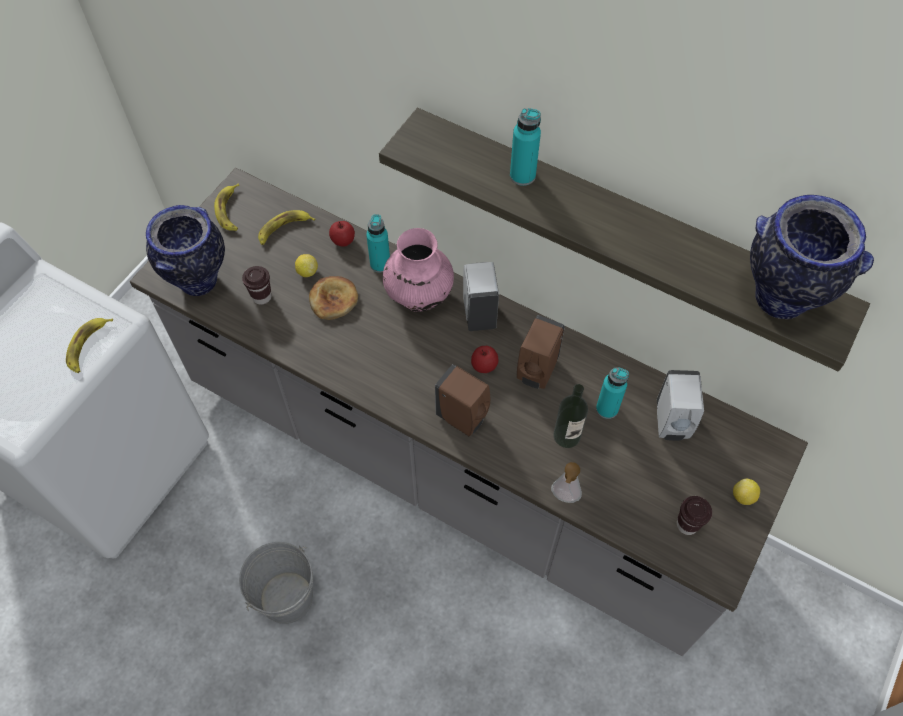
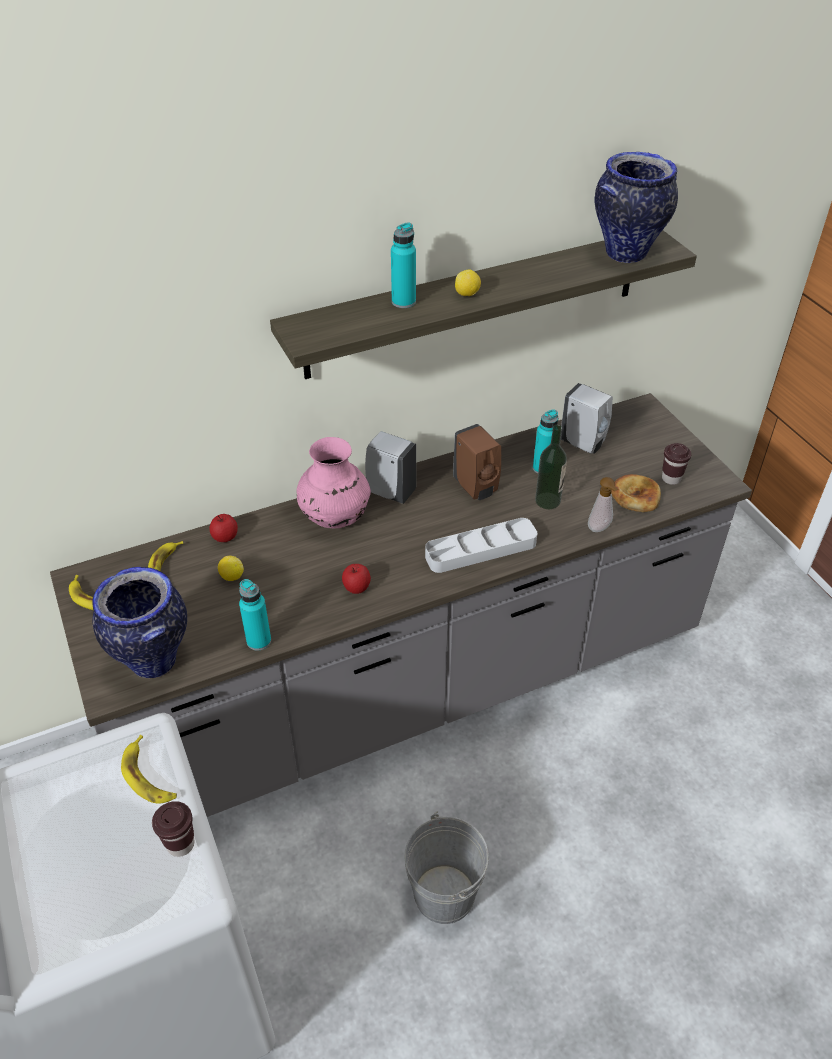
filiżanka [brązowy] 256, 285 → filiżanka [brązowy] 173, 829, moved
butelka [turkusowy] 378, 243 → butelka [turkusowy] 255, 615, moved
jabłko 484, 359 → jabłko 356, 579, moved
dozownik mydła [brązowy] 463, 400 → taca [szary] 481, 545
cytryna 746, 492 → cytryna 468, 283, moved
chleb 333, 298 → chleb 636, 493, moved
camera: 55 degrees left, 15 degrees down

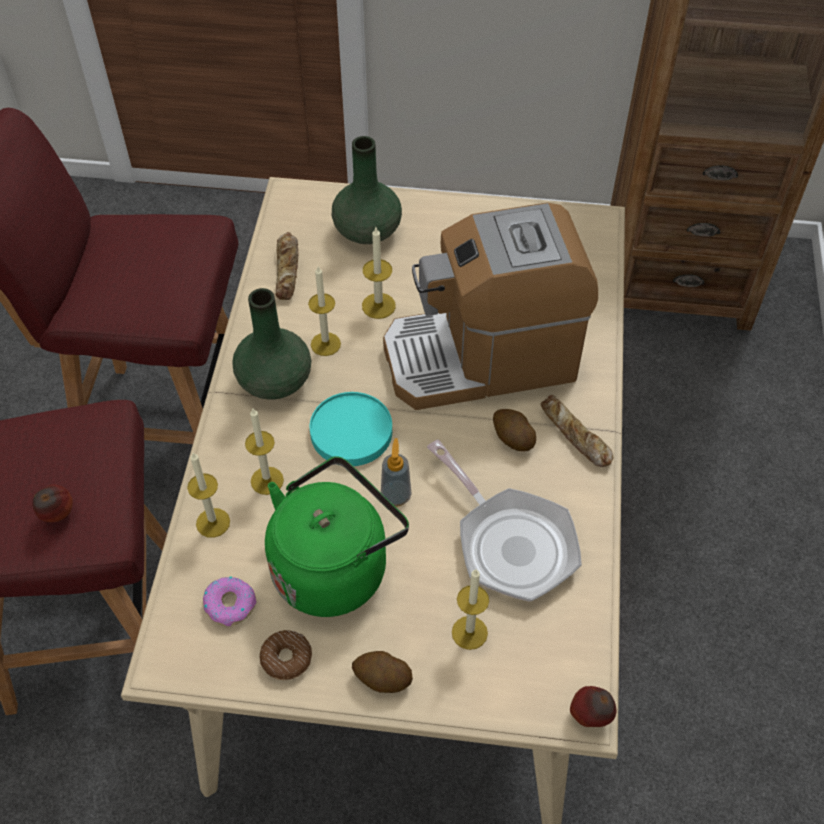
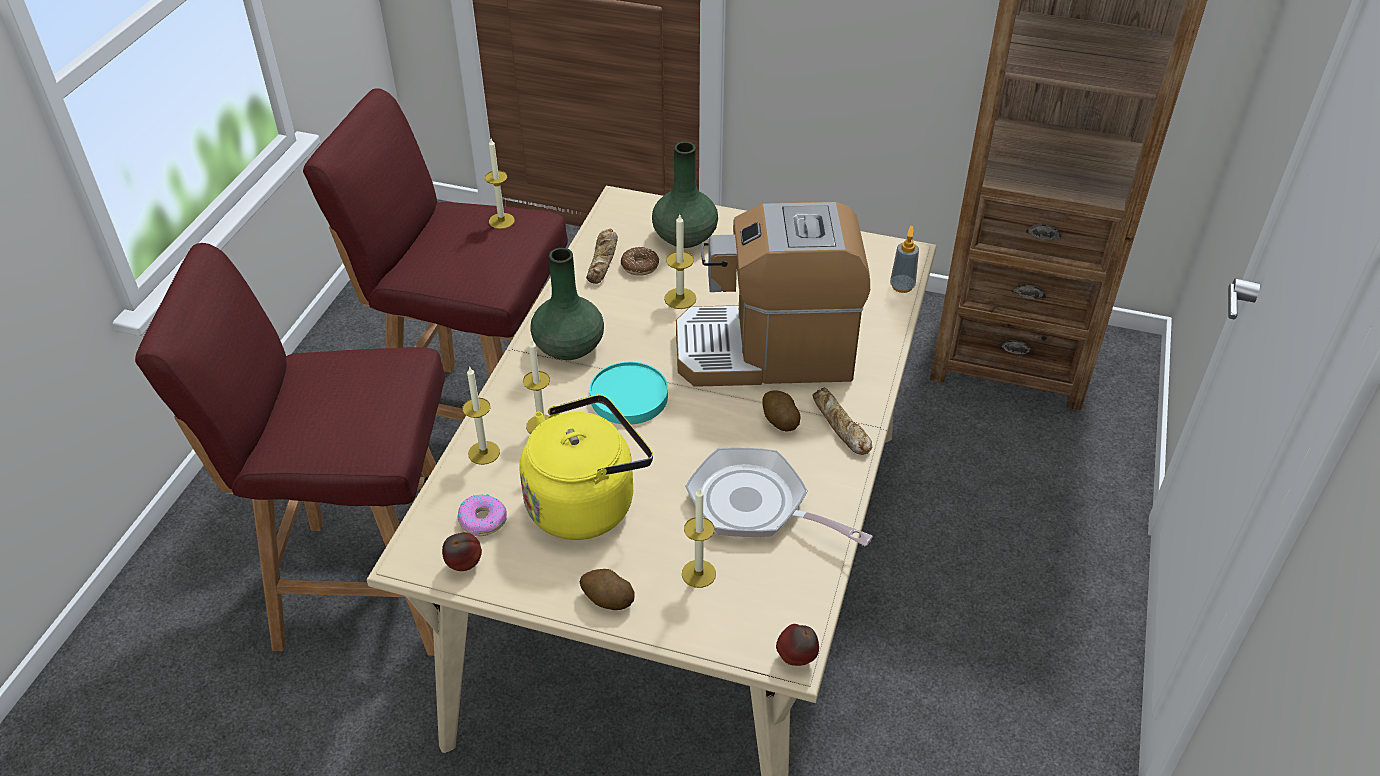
jabłko 52, 503 → jabłko 462, 551, moved
świeca 324, 311 → świeca 500, 184, moved
czajnik [zielony] 337, 536 → czajnik [żółty] 586, 467
donut 286, 655 → donut 640, 261, moved
patelnia 504, 521 → patelnia 779, 496, 150 degrees clockwise
dozownik mydła 396, 472 → dozownik mydła 904, 259, moved
camera: 10 degrees right, 10 degrees down

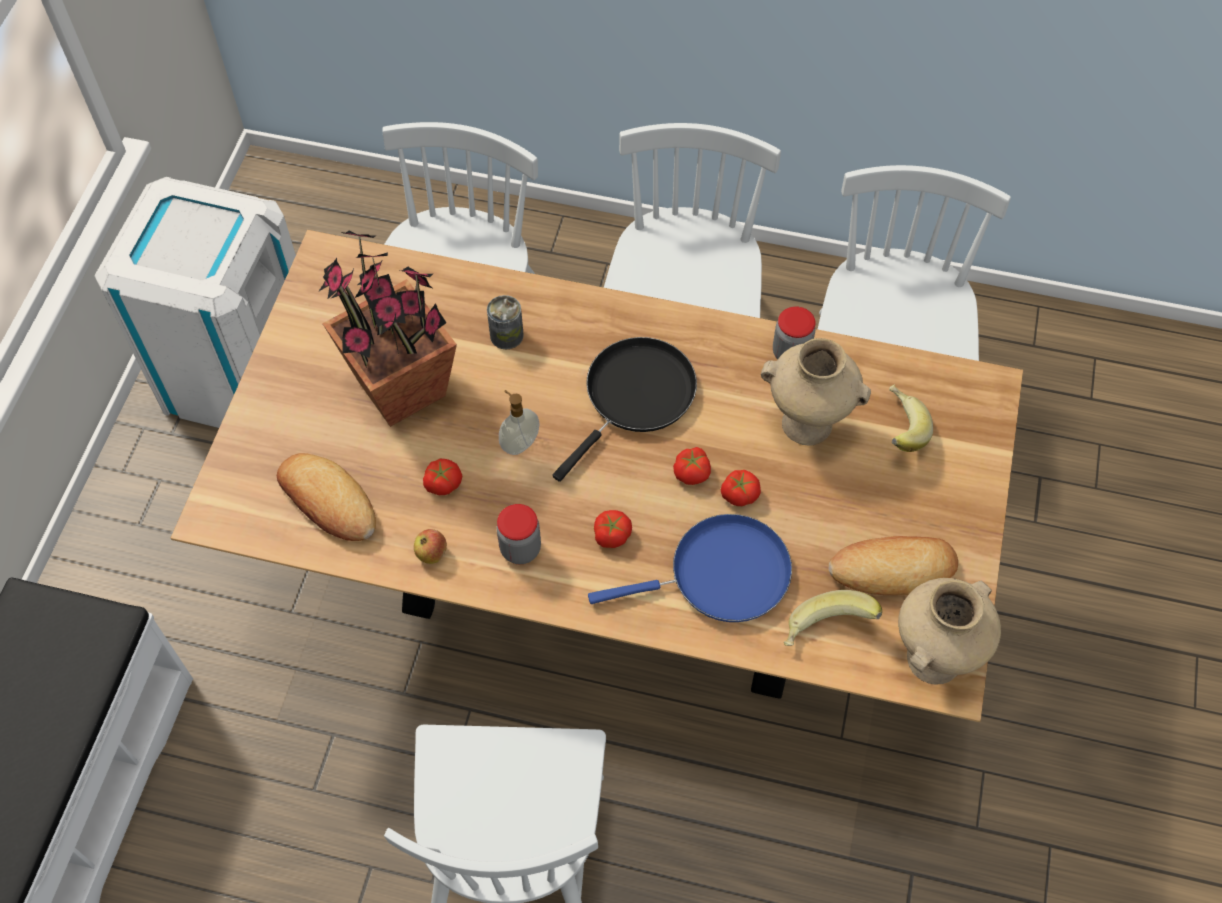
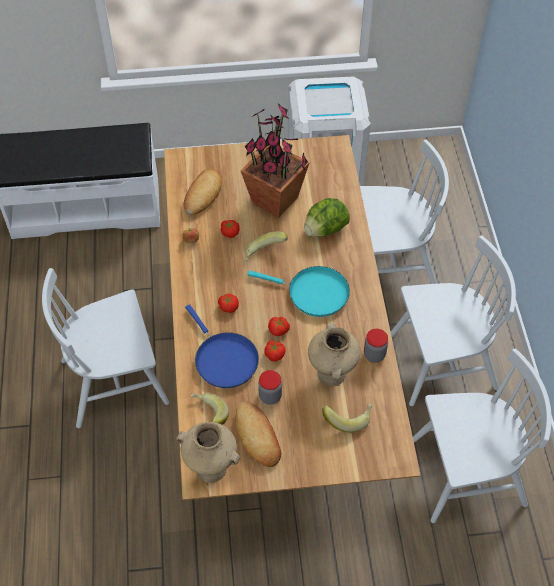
dozownik mydła 519, 422 → banan 266, 246
patelnia [czarny] 624, 409 → patelnia [turkusowy] 299, 291
słoik 519, 534 → słoik 270, 387, moved
puszka 505, 322 → sałata 327, 217
camera: 70 degrees right, 5 degrees down

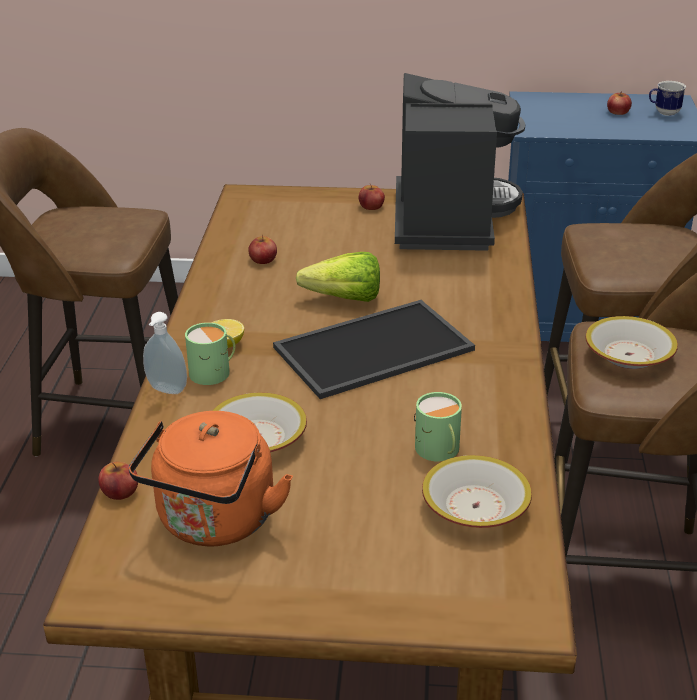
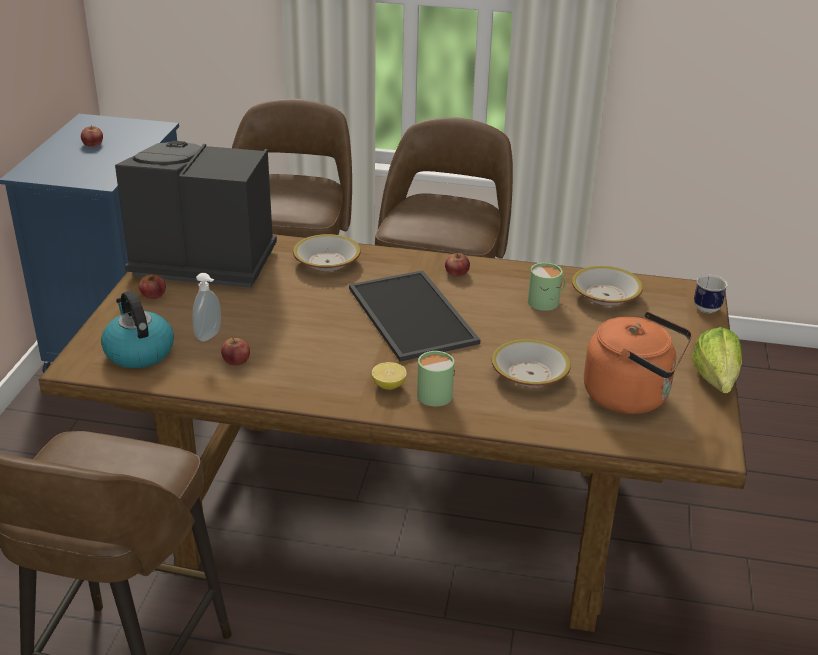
- → czajnik 137, 329
dozownik mydła 165, 353 → dozownik mydła 206, 307, moved
miska 631, 342 → miska 327, 253, moved
jabłko 118, 481 → jabłko 457, 265, moved
sałata 338, 277 → sałata 717, 360, moved
kubek 667, 98 → kubek 711, 294, moved
camera: 85 degrees left, 0 degrees up

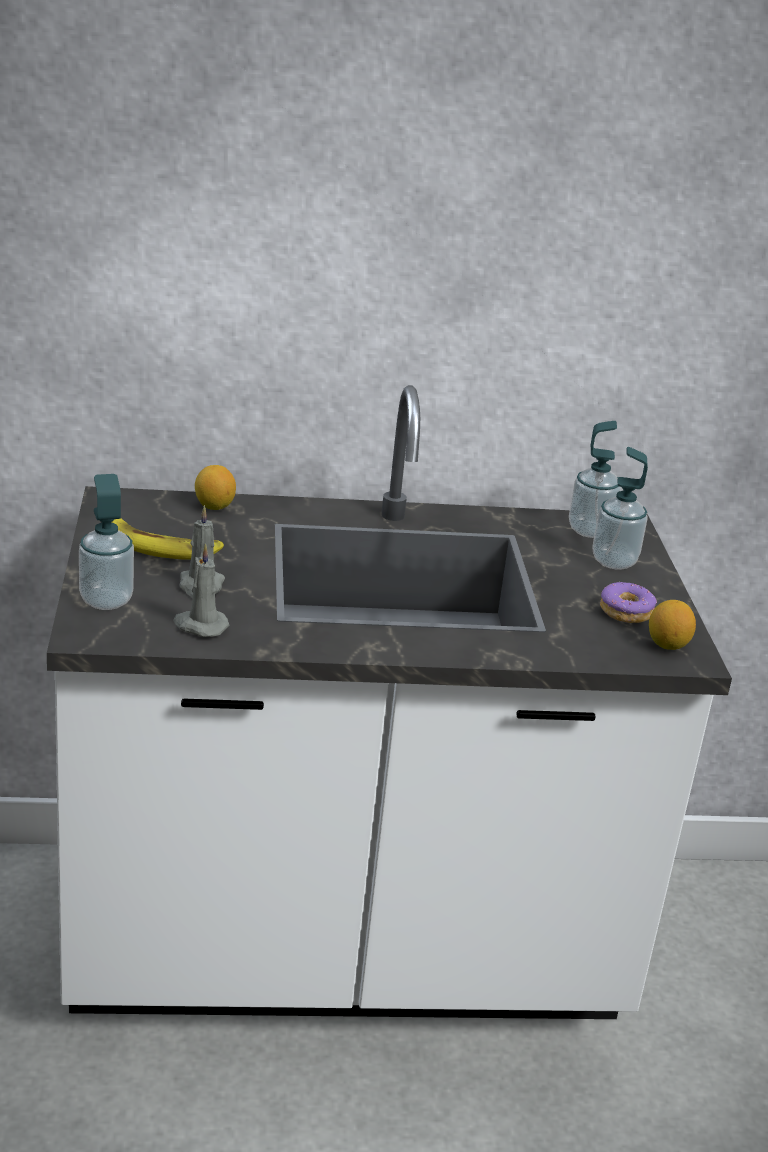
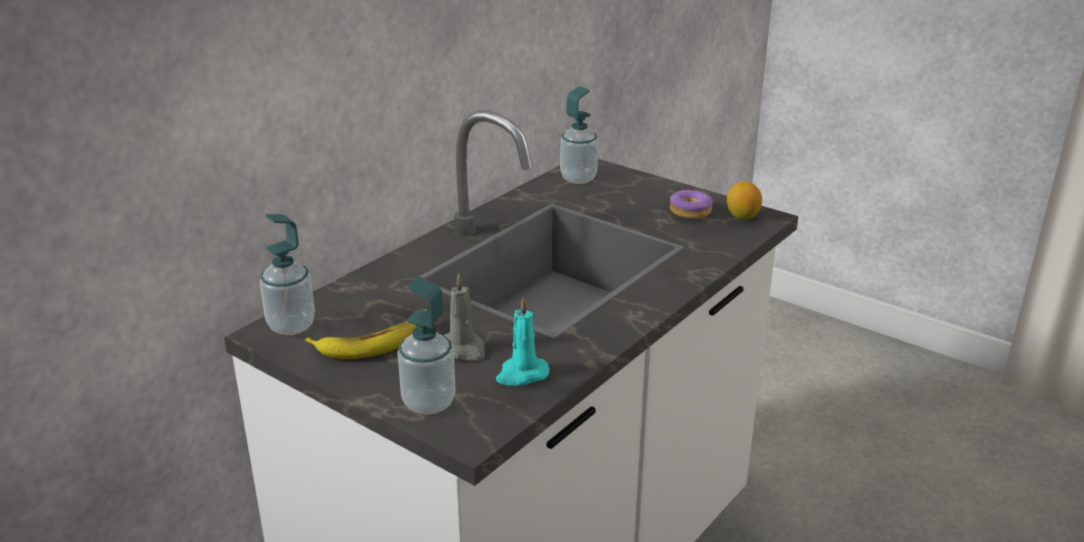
dozownik mydła 620, 508 → dozownik mydła 287, 274, moved
świeca [szary] 201, 590 → świeca [turkusowy] 523, 341
cytryna 215, 487 → -
camera: 45 degrees left, 0 degrees up

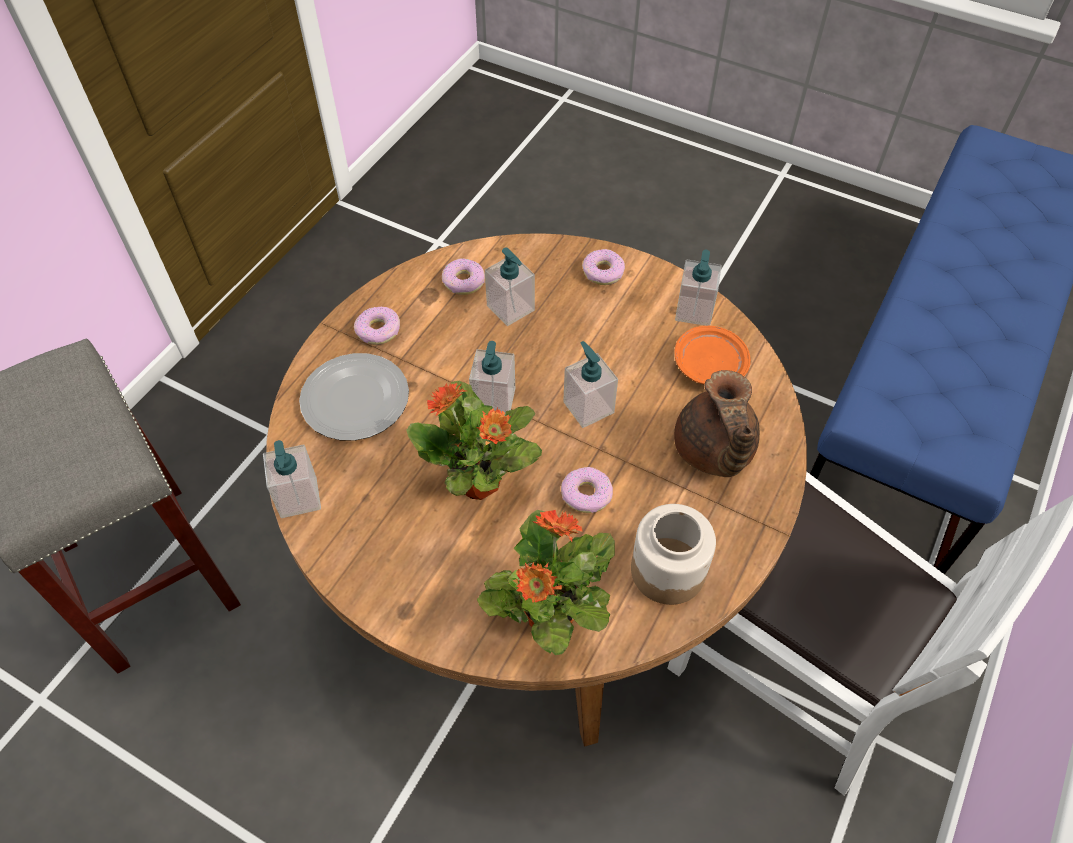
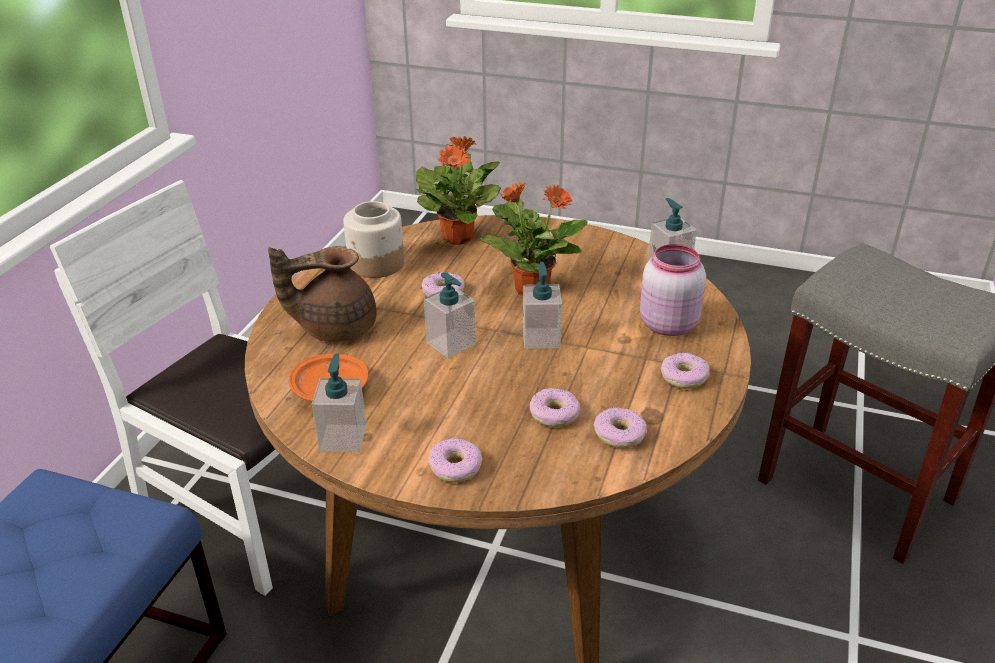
imbryk [brązowy] 717, 423 → imbryk [brązowy] 322, 294, 90 degrees counterclockwise
dozownik mydła 510, 287 → donut 555, 407
talerz 354, 397 → słoik [różowy] 673, 290
camera: 170 degrees right, 20 degrees down

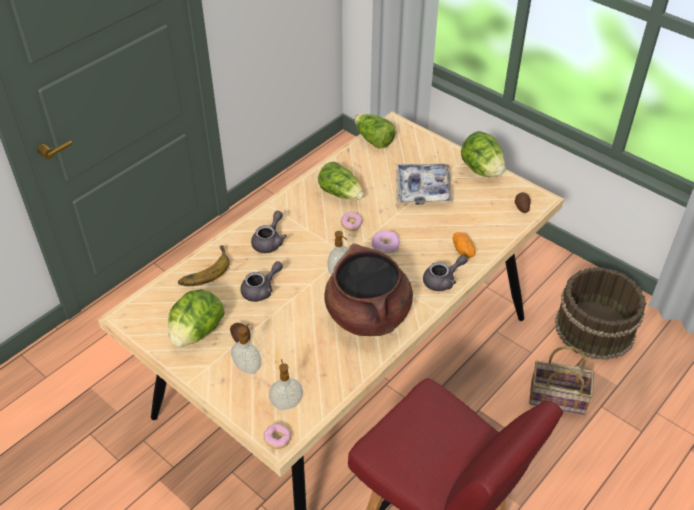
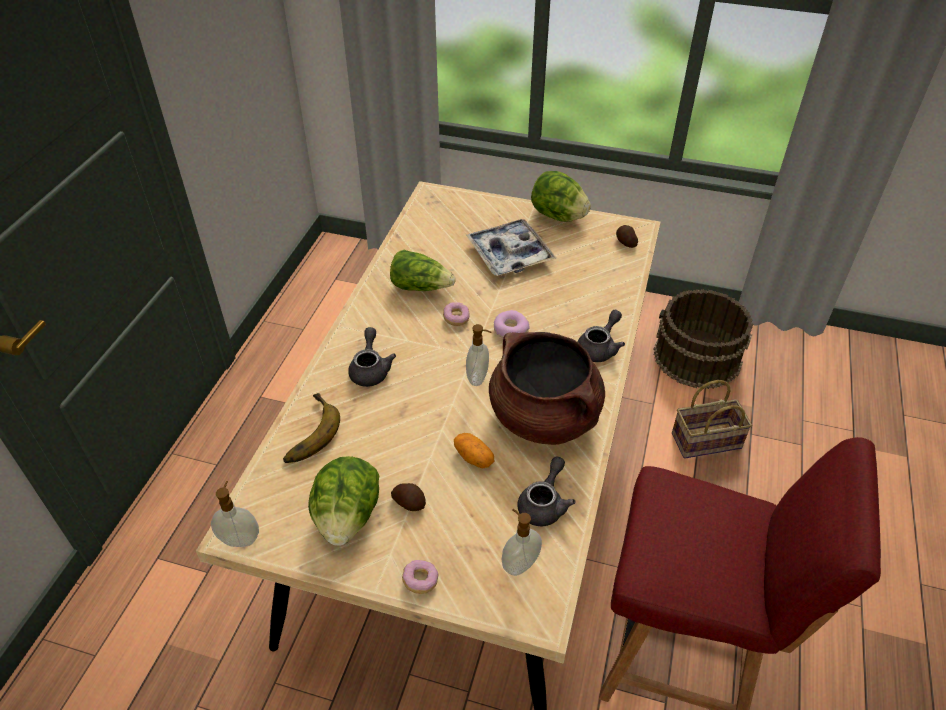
dozownik mydła 246, 349 → dozownik mydła 235, 514, moved
donut 277, 436 → donut 420, 577, moved
ziemniak 464, 245 → ziemniak 474, 450, moved
imbryk [szary] 261, 281 → imbryk [szary] 546, 491, moved
sałata 375, 131 → -
camera: 25 degrees left, 0 degrees up

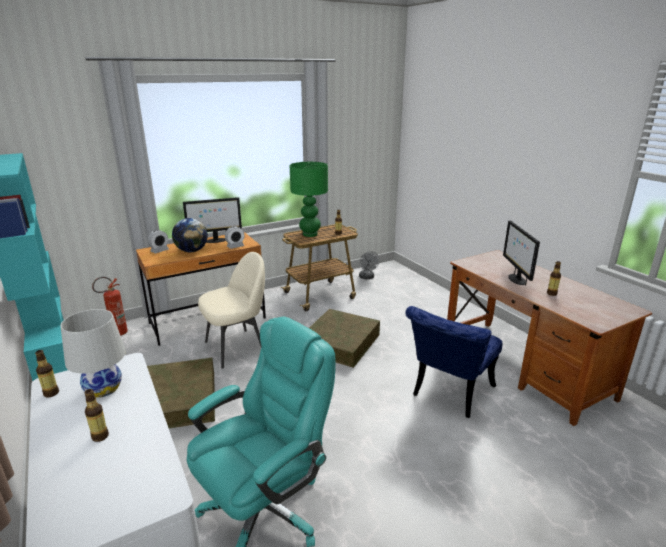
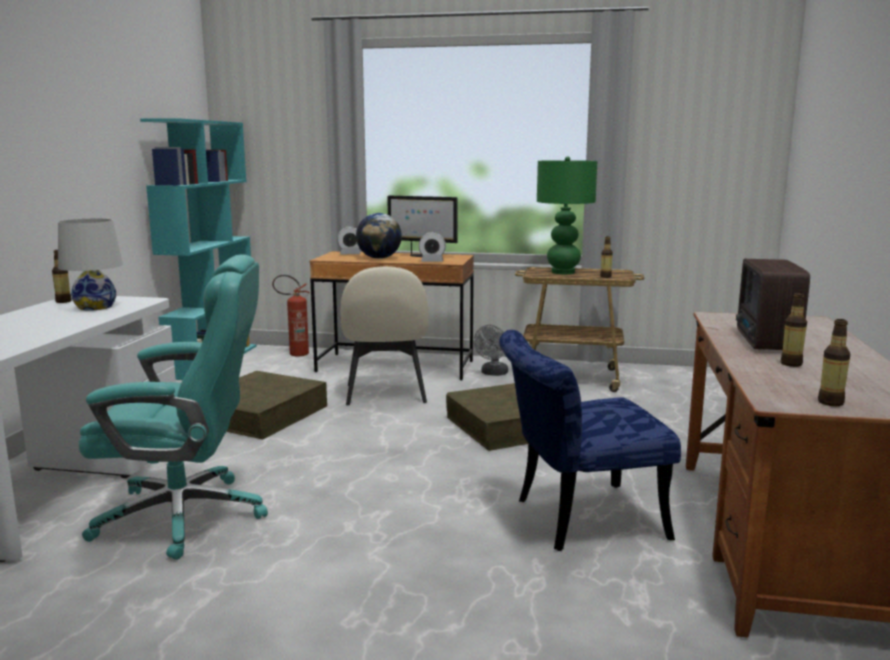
krzesło [beżowy] 231, 310 → krzesło [beżowy] 384, 335, 75 degrees clockwise
wentylator [szary] 369, 265 → wentylator [szary] 491, 350, moved
monitor 521, 252 → radio 773, 304
butelka 97, 415 → butelka 834, 362, moved
camera: 40 degrees right, 10 degrees down

